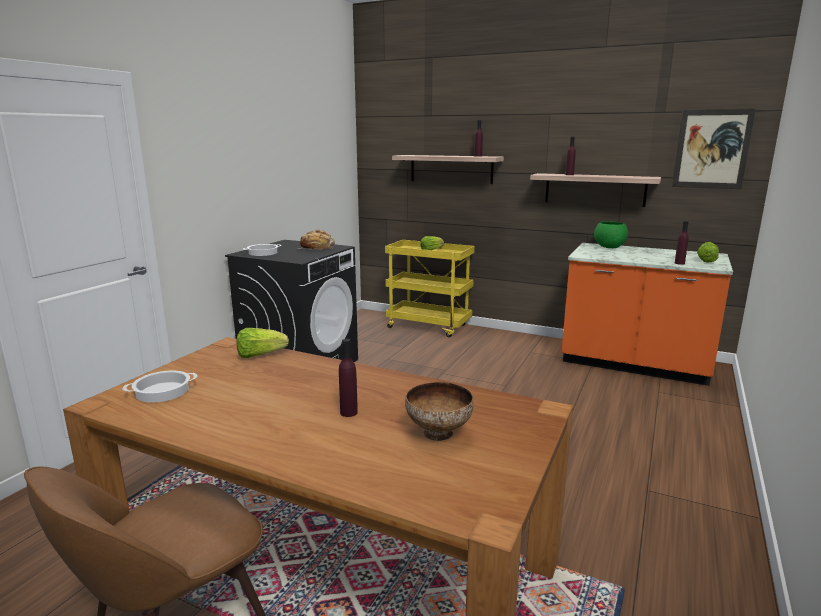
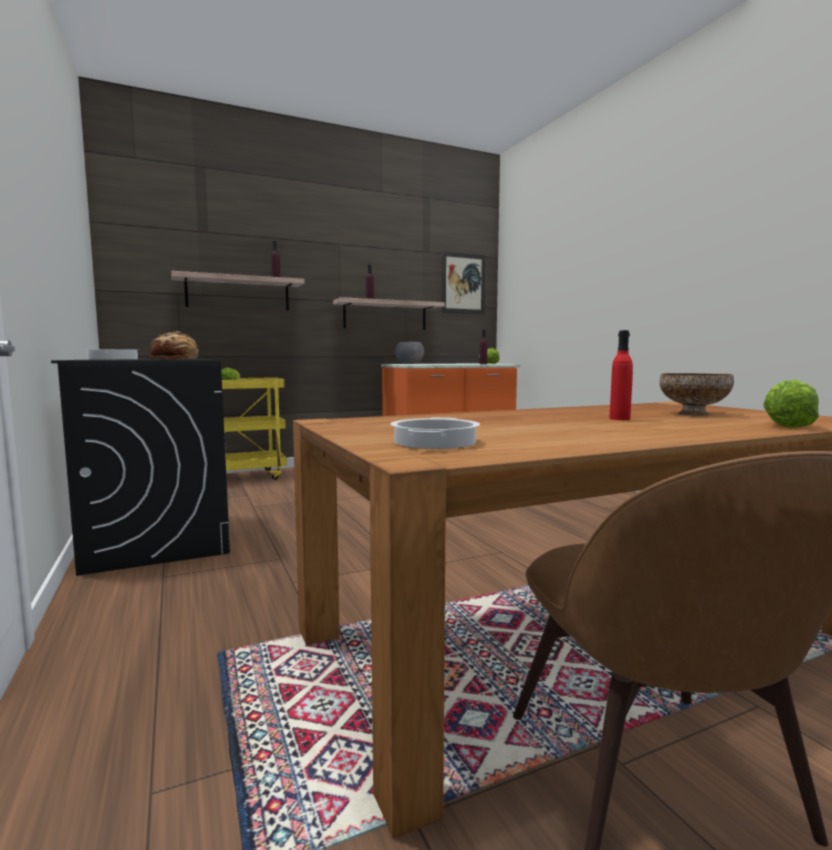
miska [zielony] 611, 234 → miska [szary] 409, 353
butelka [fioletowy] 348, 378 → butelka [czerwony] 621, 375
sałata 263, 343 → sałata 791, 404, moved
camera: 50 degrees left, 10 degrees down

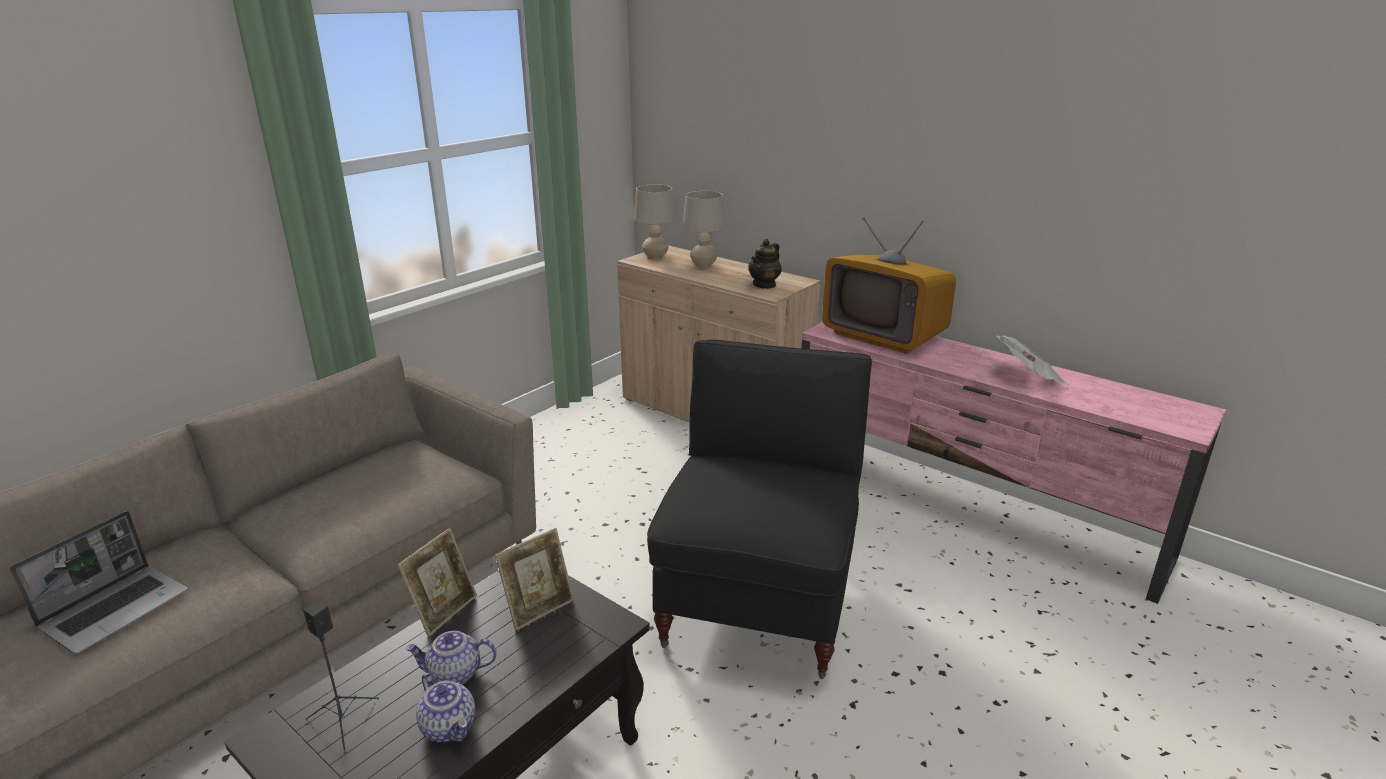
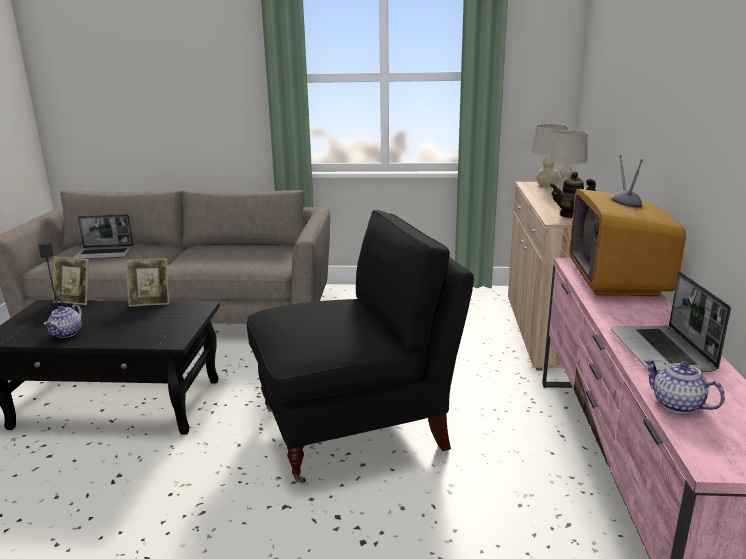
ramka na zdjęcie 534, 579 → ramka na zdjęcie 70, 280, moved
gazeta 1032, 360 → laptop 670, 321
imbryk 451, 657 → imbryk 684, 386, moved
camera: 55 degrees right, 5 degrees down

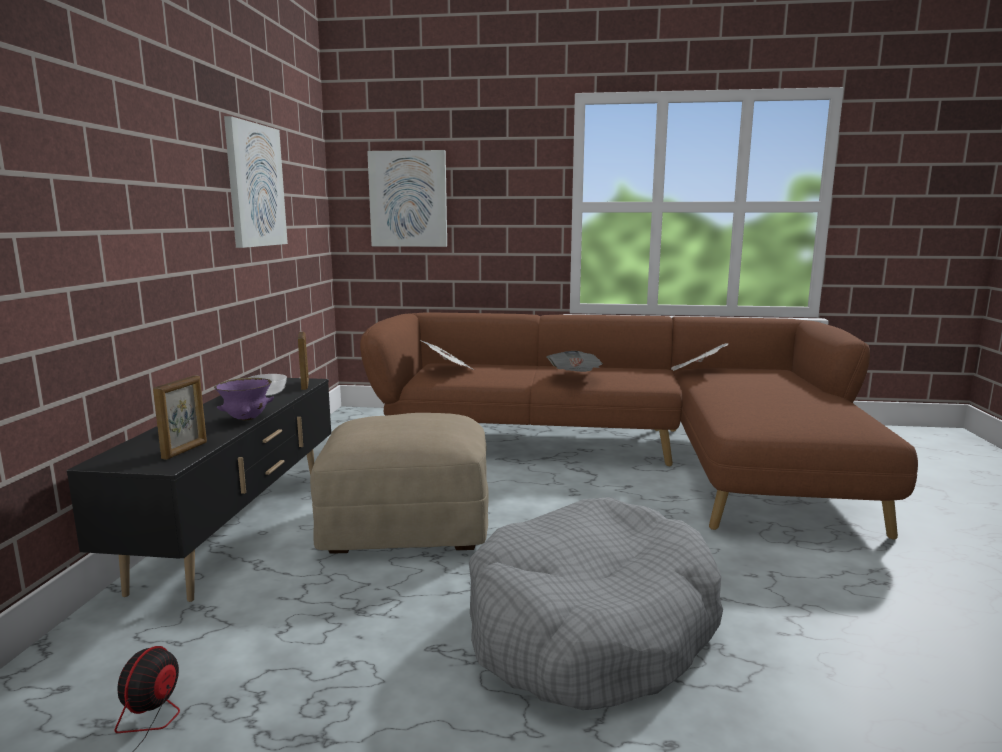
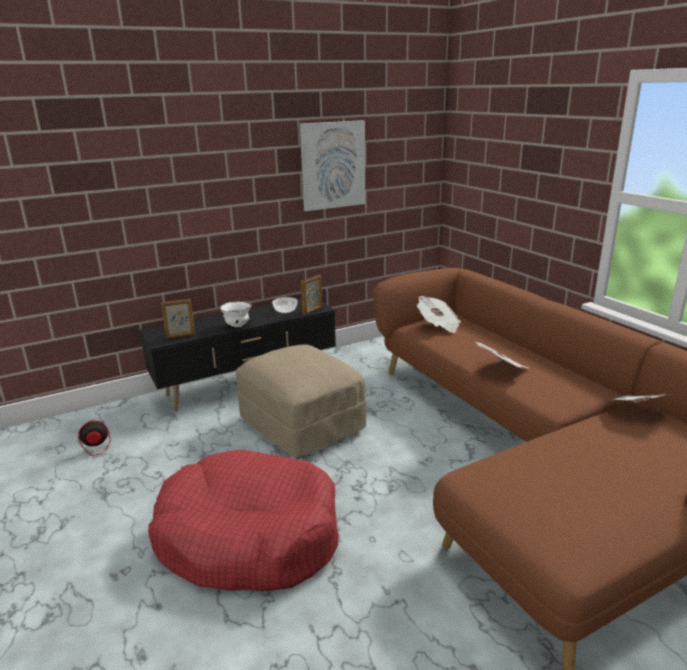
legowisko [szary] 596, 603 → legowisko [czerwony] 243, 520
miska [fioletowy] 244, 399 → miska [biały] 235, 314
obraz 407, 198 → -
camera: 55 degrees right, 10 degrees up

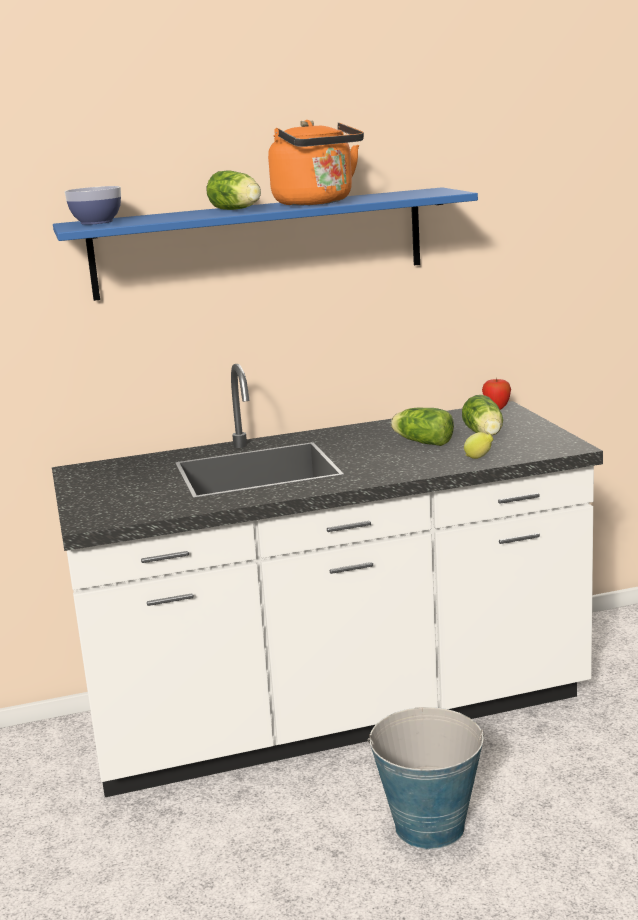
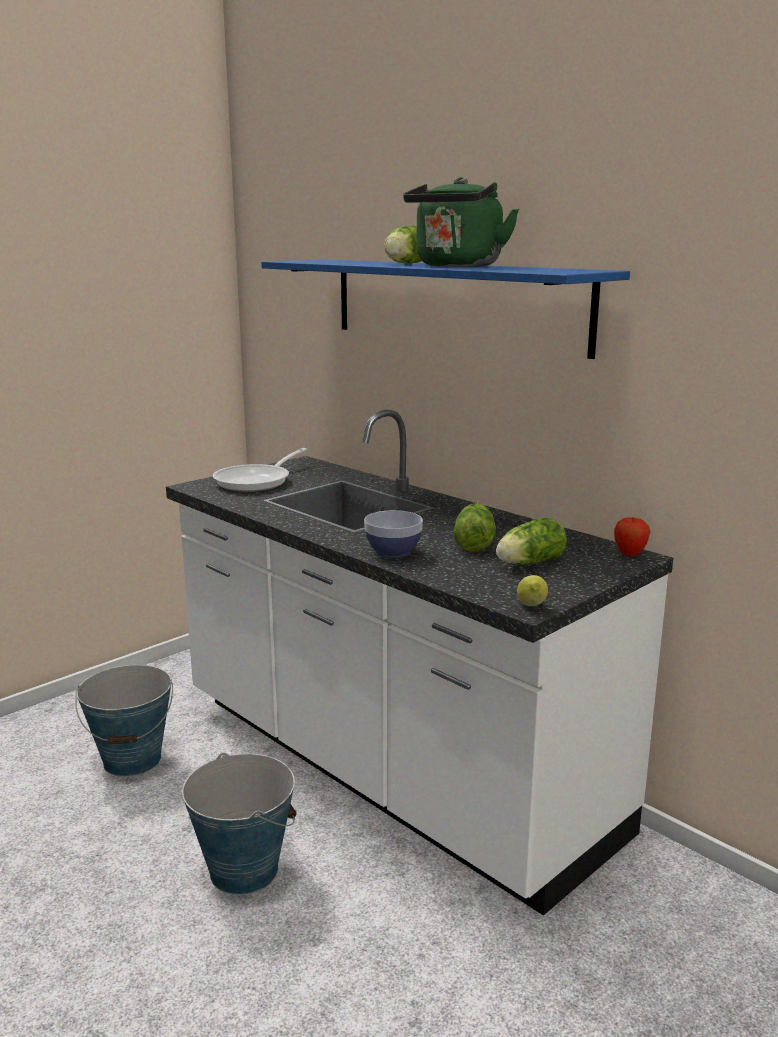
- → wiadro 124, 721
- → patelnia 260, 470
miska 93, 205 → miska 393, 534, moved
czajnik [pomarańczowy] 316, 162 → czajnik [zielony] 461, 222
cytryna 478, 445 → cytryna 532, 590, moved
camera: 60 degrees right, 0 degrees up

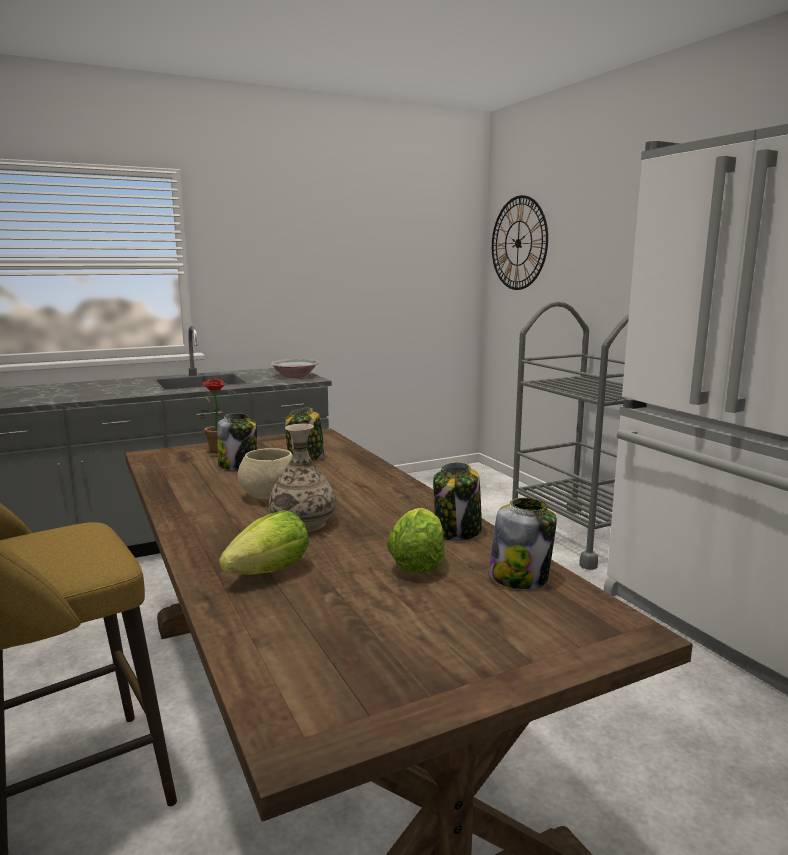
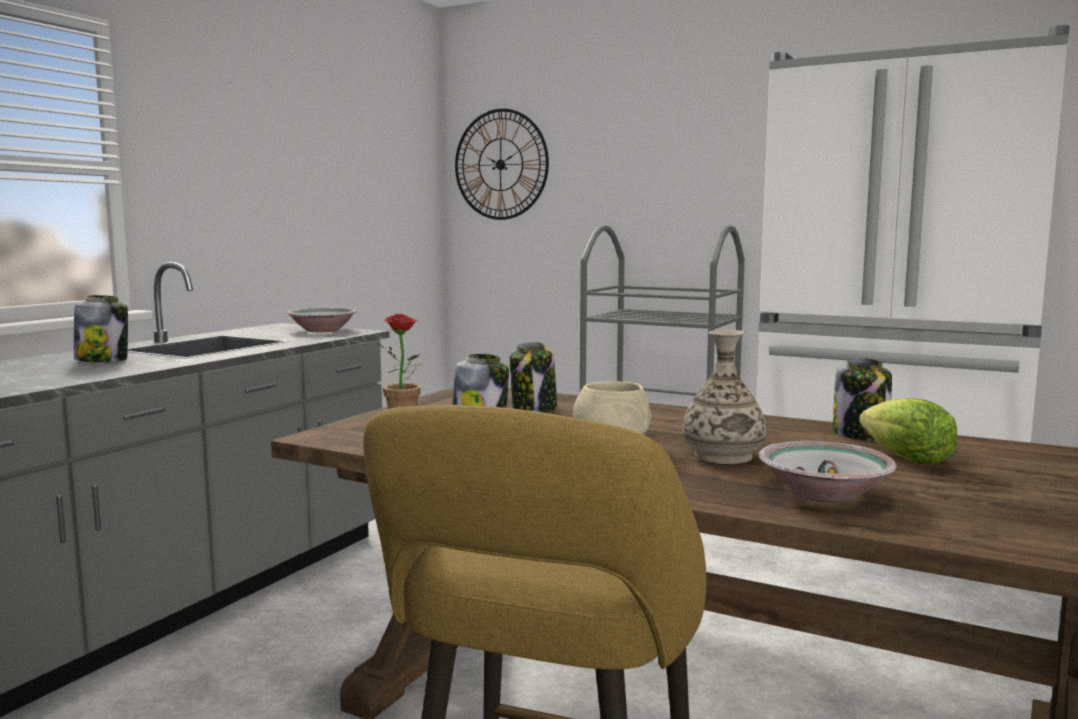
słoik 523, 543 → słoik 101, 328, moved
sałata 264, 542 → miska 827, 472
camera: 35 degrees left, 5 degrees down

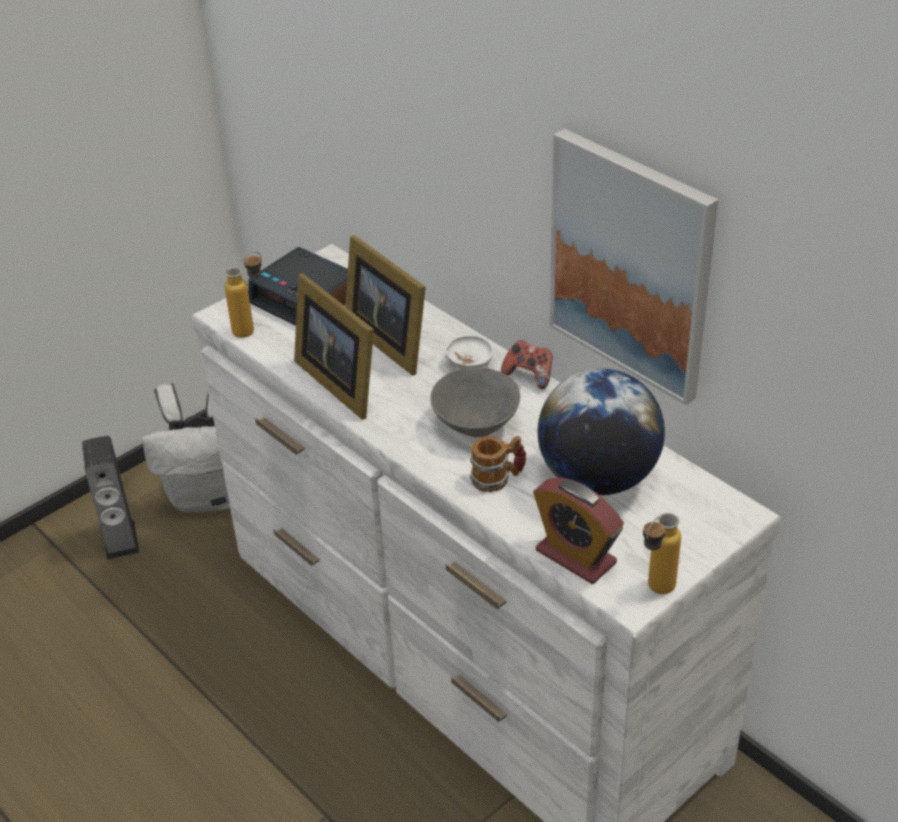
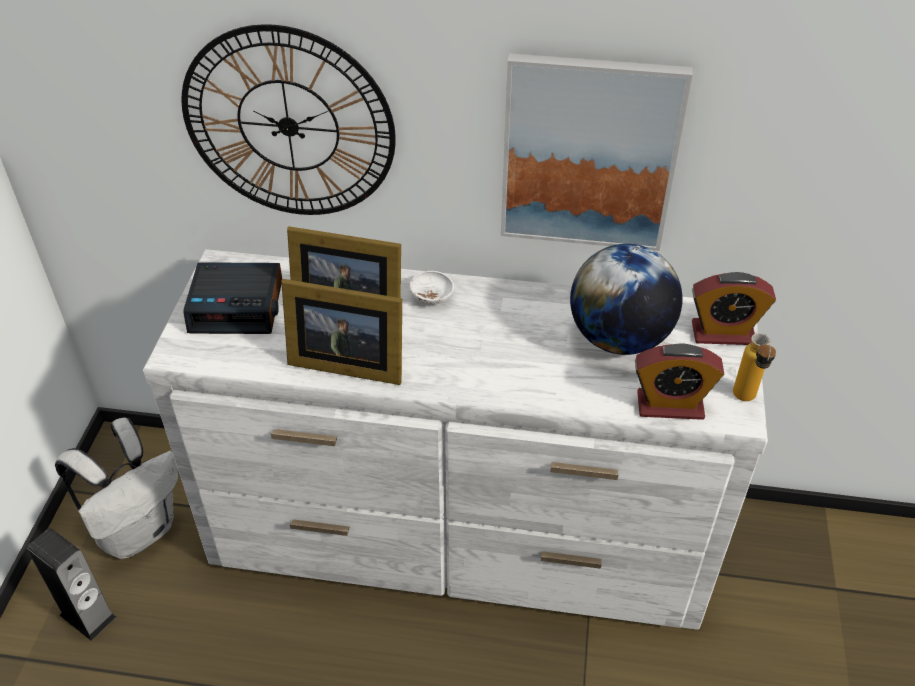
- → zegar ścienny 288, 119
- → budzik 734, 308
butelka 243, 294 → -
miska [szary] 475, 402 → -
kubek 498, 464 → -
pad do gier 527, 364 → -
camera: 40 degrees left, 5 degrees up

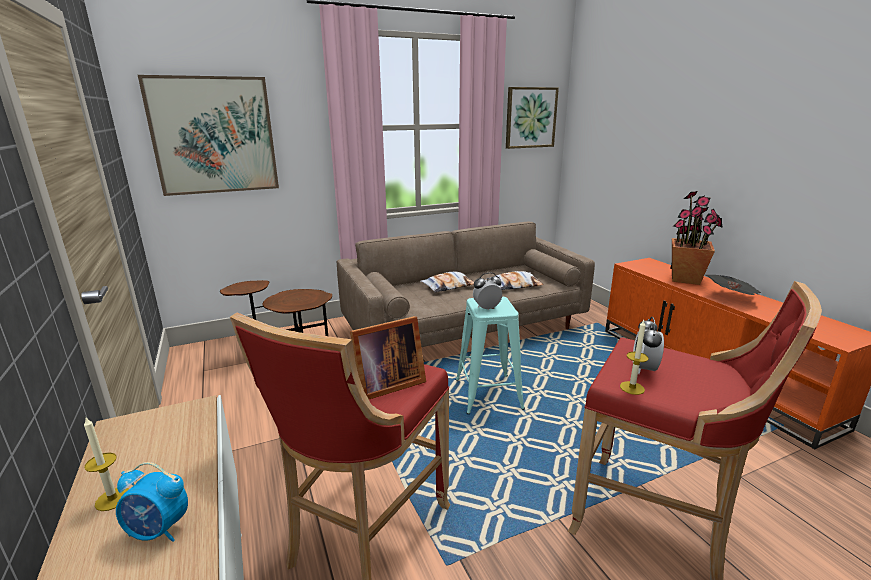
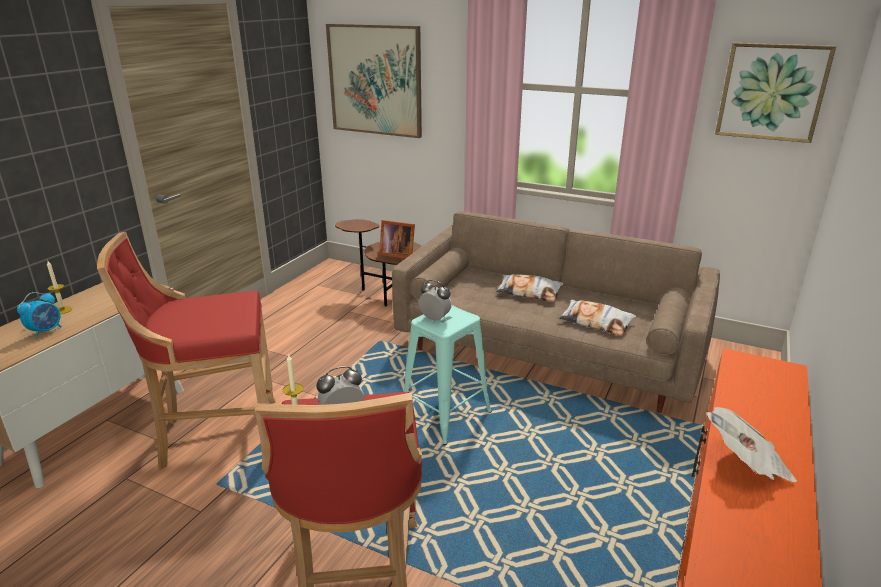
budzik 152, 502 → budzik 39, 315, 120 degrees counterclockwise
ramka na zdjęcie 388, 357 → ramka na zdjęcie 397, 239, moved
roślina doniczkowa 696, 238 → -
camera: 50 degrees right, 5 degrees up

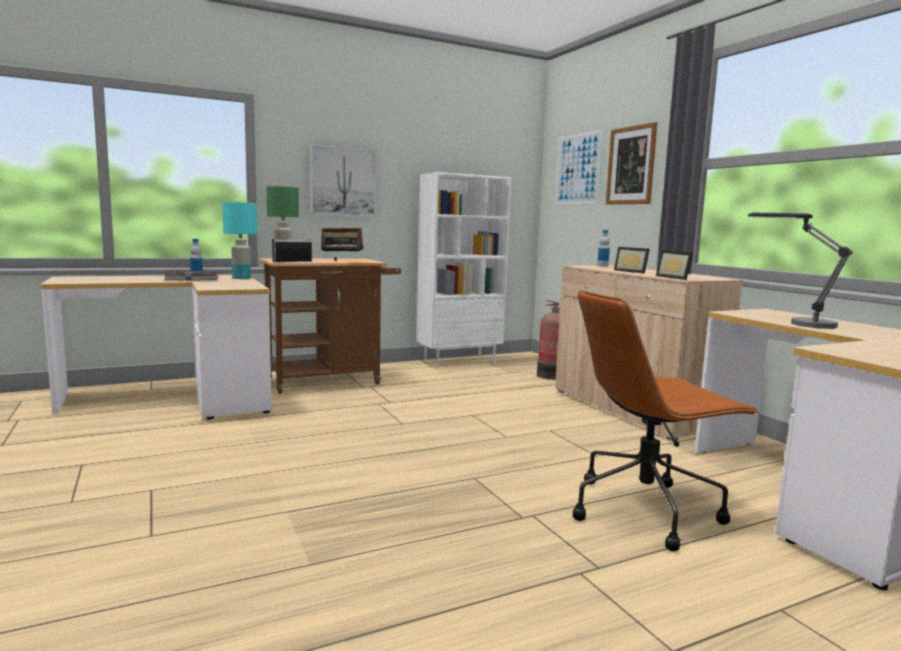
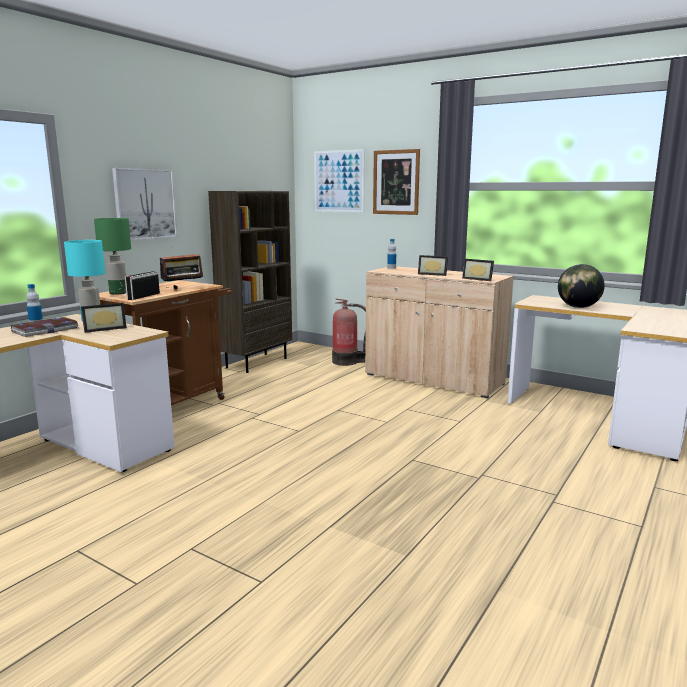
- → ramka na zdjęcie 104, 318
regał [biały] 463, 270 → regał [brązowy] 250, 282
lampa stołowa 800, 271 → globus 581, 286
krzesło biurowe [brązowy] 666, 420 → -
camera: 30 degrees left, 5 degrees up

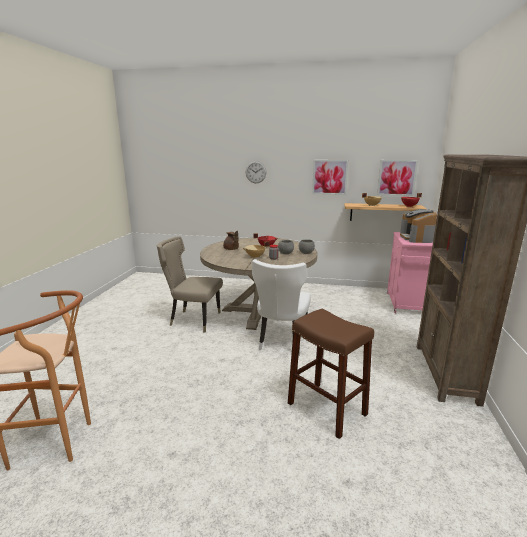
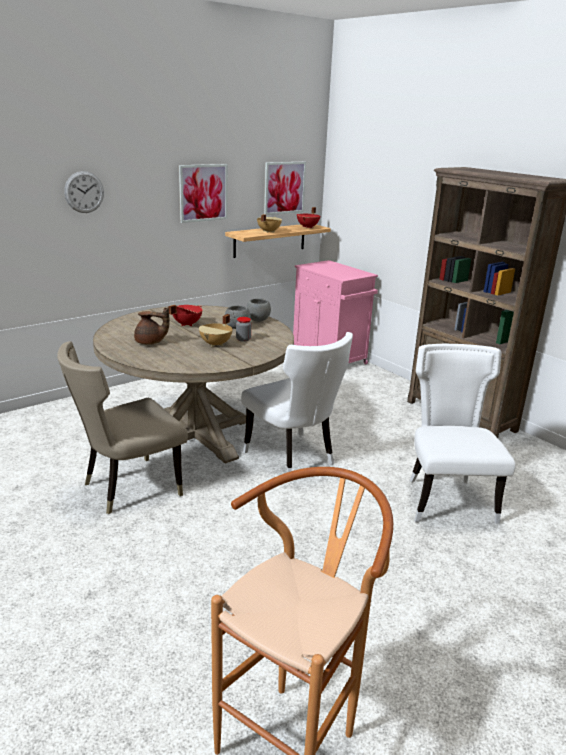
stołek [brązowy] 331, 374 → krzesło [biały] 462, 434
ekspres do kawy 418, 226 → -
camera: 50 degrees left, 5 degrees up

